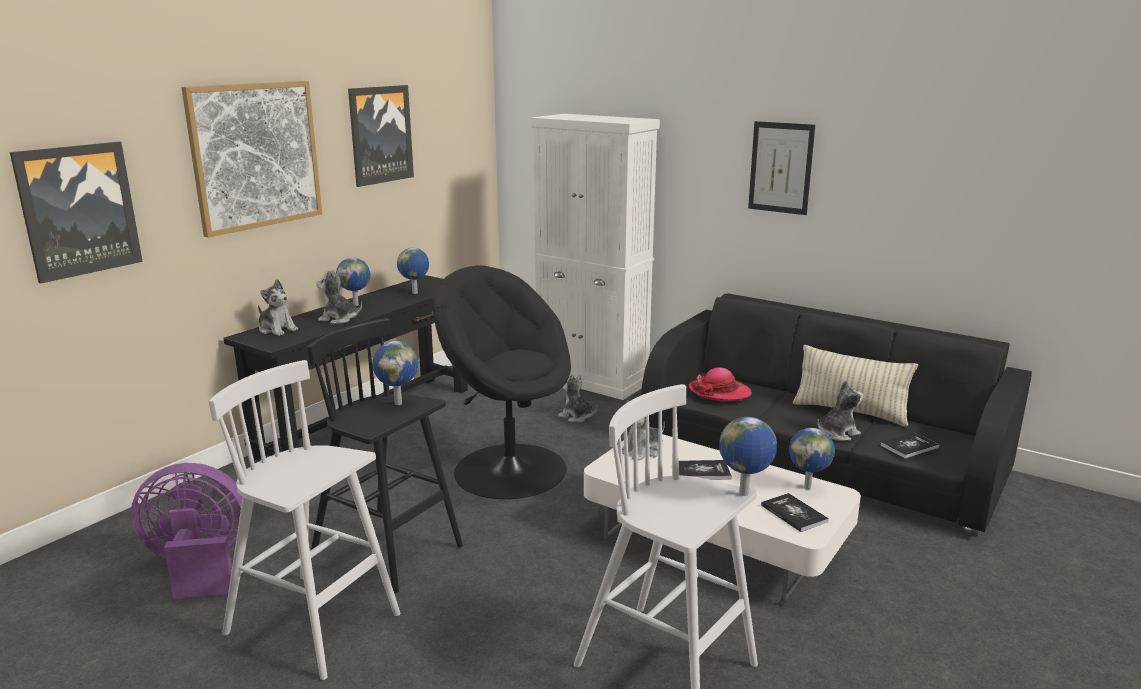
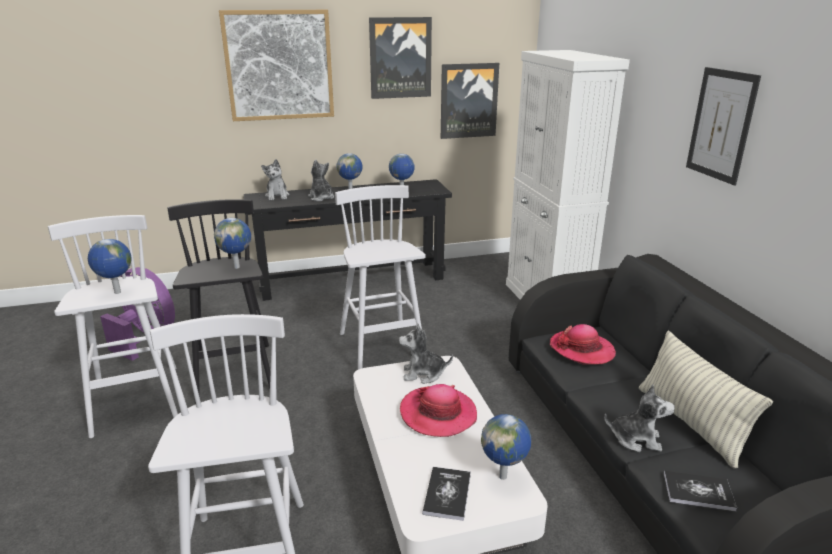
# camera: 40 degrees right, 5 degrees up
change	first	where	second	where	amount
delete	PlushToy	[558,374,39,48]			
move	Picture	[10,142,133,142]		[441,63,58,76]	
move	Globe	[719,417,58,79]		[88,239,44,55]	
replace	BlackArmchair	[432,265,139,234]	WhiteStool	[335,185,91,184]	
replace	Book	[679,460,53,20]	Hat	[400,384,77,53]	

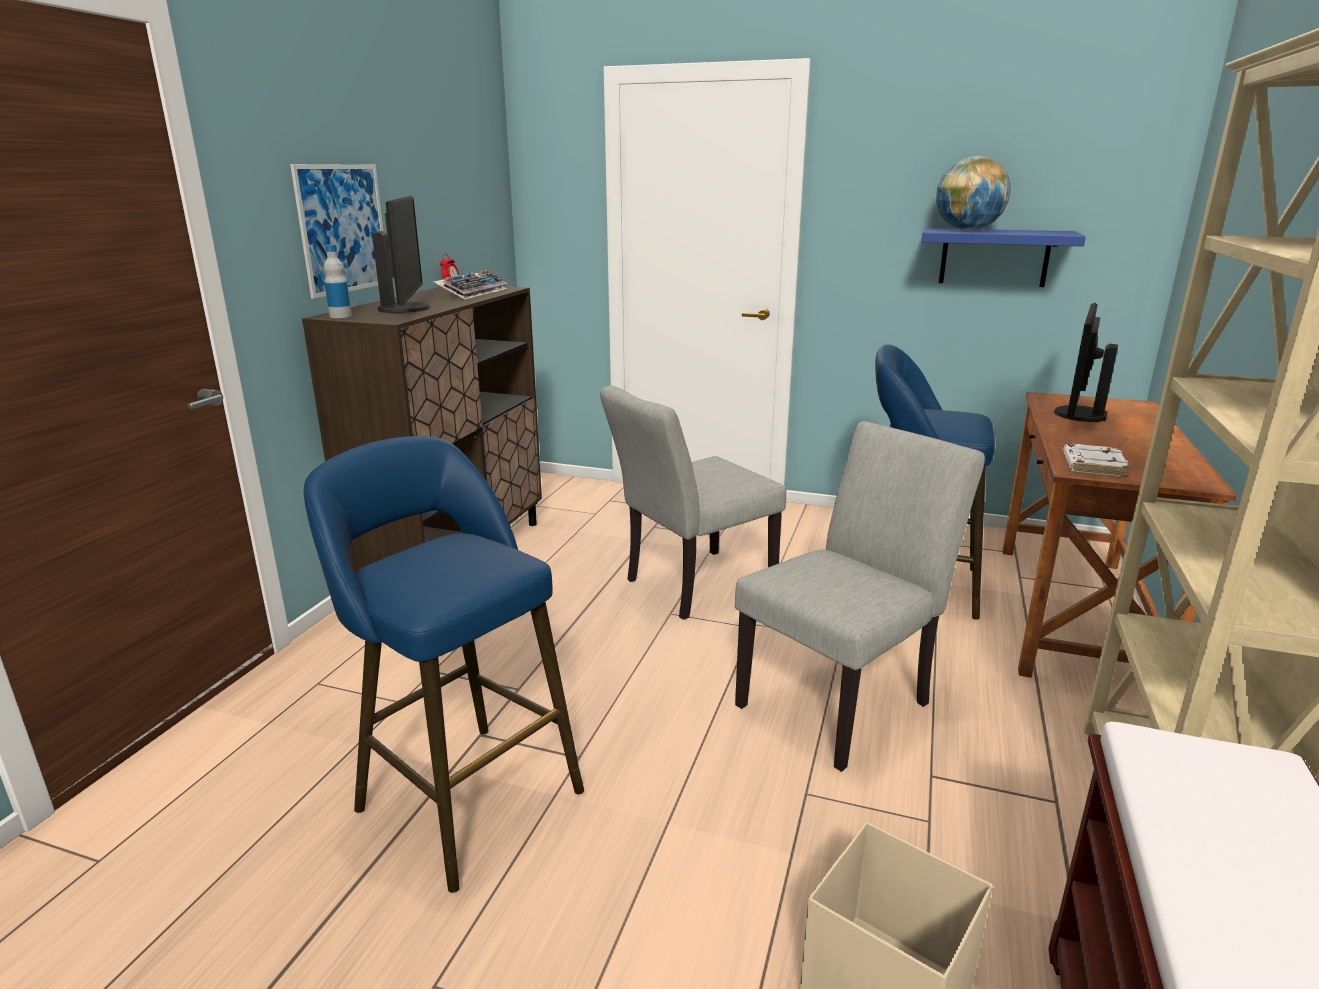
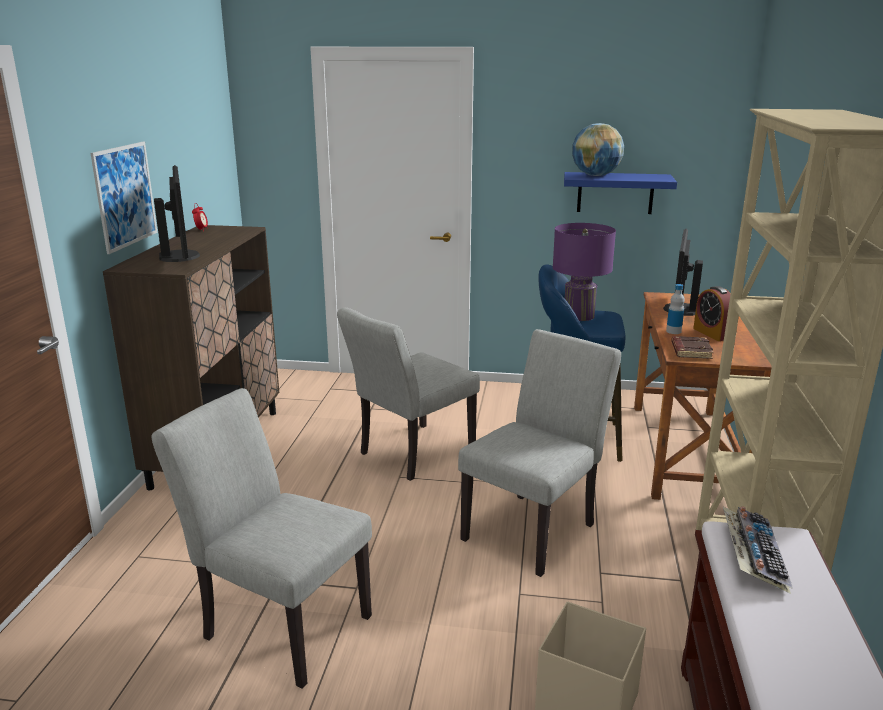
# camera: 10 degrees left, 0 degrees up
change	first	where	second	where	amount
insert			PurpleTableLamp	[553,223,63,98]	
insert			AlarmClock	[693,286,38,55]	
move	Bottle	[324,245,28,73]		[666,284,19,50]	
move	Keyboard	[433,270,74,29]		[723,506,70,88]	
replace	BlueStool	[304,436,280,457]	GreyChair	[152,388,220,301]	
recolor	WhiteBook	[1063,444,67,33]	BrownBook	[671,336,43,23]	

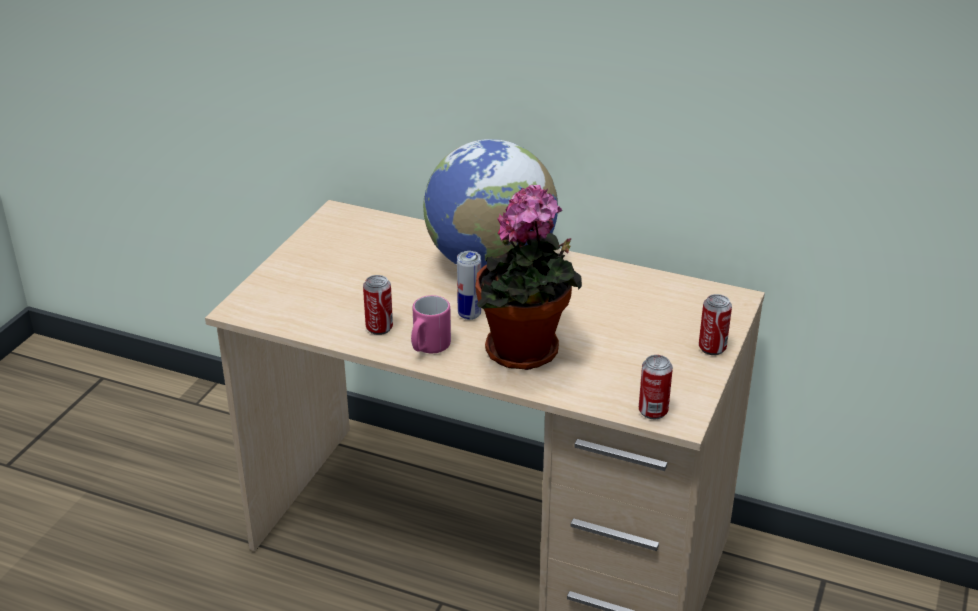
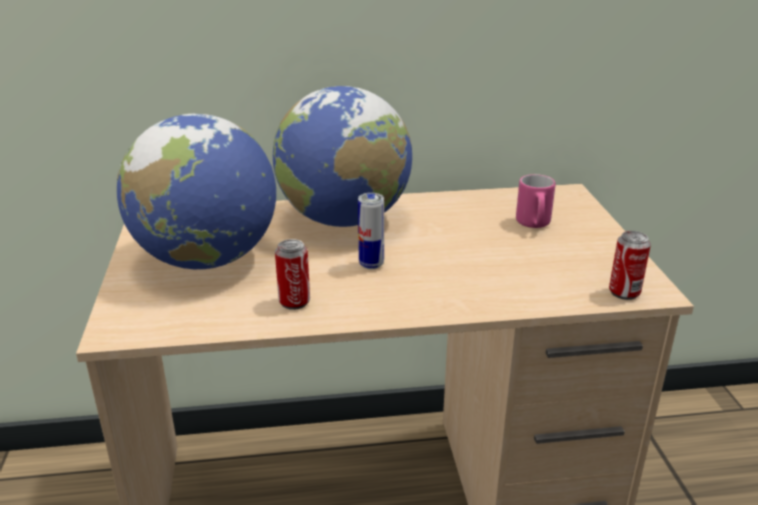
# camera: 30 degrees left, 5 degrees down
change	first	where	second	where	amount
delete	PottedPlant	[475,185,107,185]			
delete	Can	[699,294,33,61]			
insert			Globe	[117,114,159,155]	
move	PinkMug	[411,295,40,59]		[516,174,39,54]	

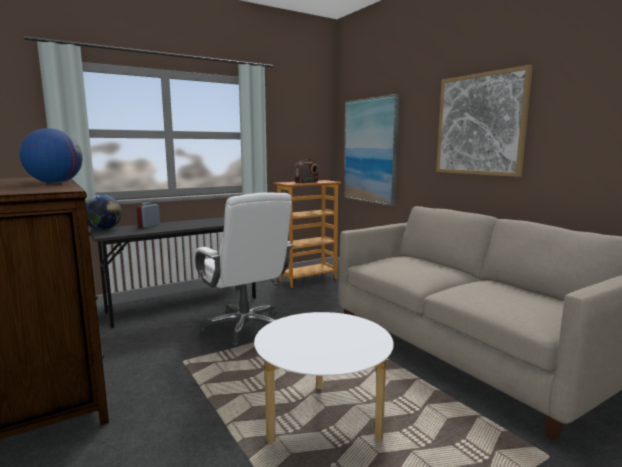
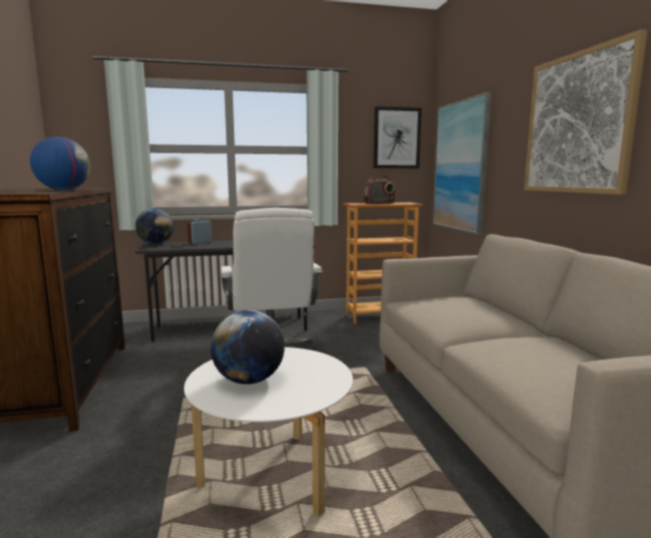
# camera: 20 degrees right, 0 degrees up
change	first	where	second	where	amount
insert			Globe	[211,310,74,74]	
insert			Picture	[373,107,49,61]	

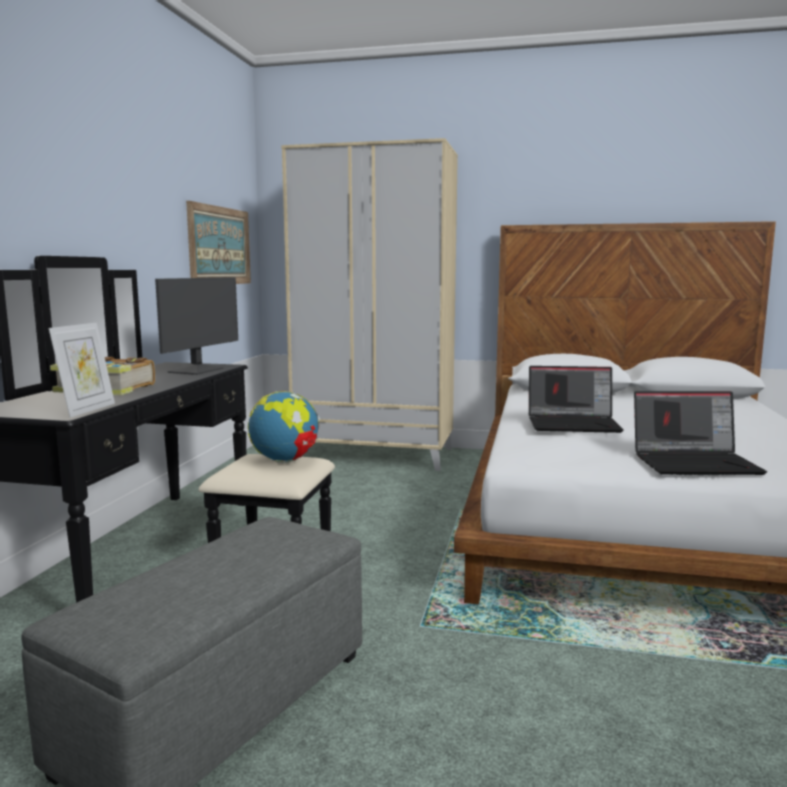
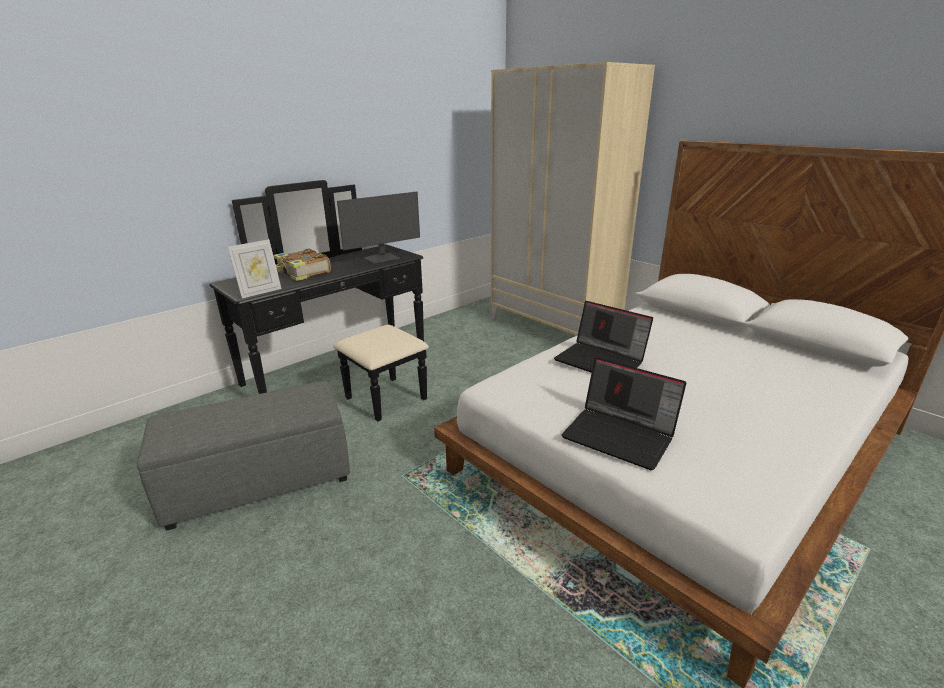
# camera: 35 degrees right, 15 degrees up
change	first	where	second	where	amount
delete	Picture	[186,201,65,83]			
delete	Globe	[248,391,72,72]			

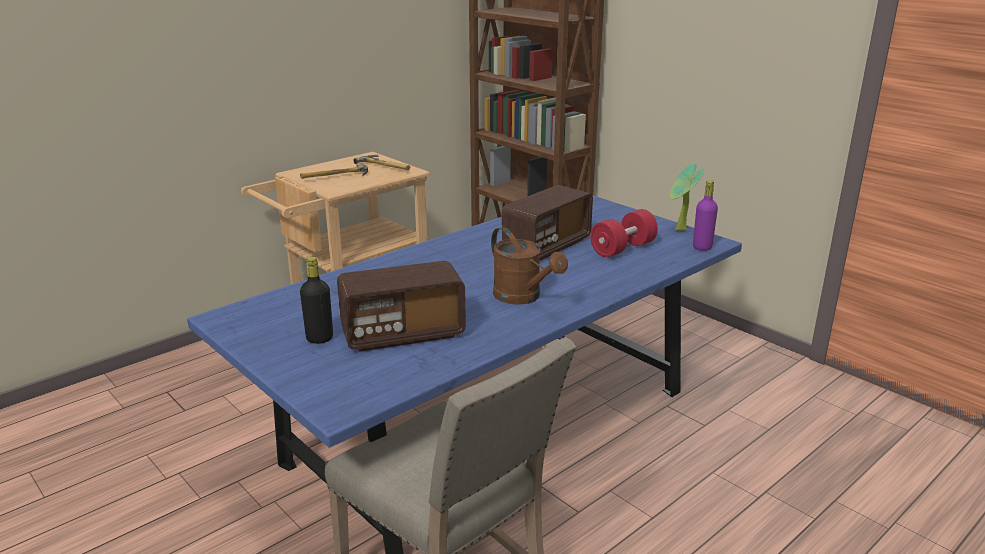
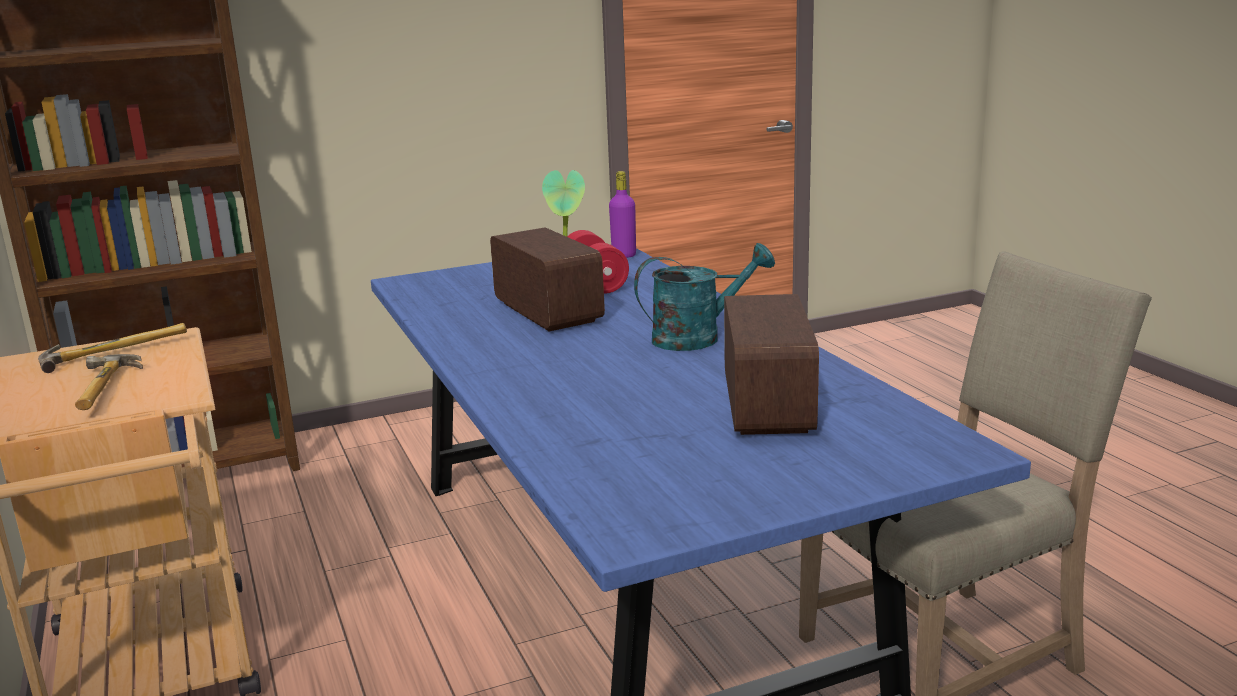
# camera: 70 degrees left, 5 degrees down
change	first	where	second	where	amount
delete	BlackBottle	[300,257,33,87]			
recolor	BrownWateringCan	[491,227,77,78]	TurquoiseWateringCan	[634,243,141,108]	

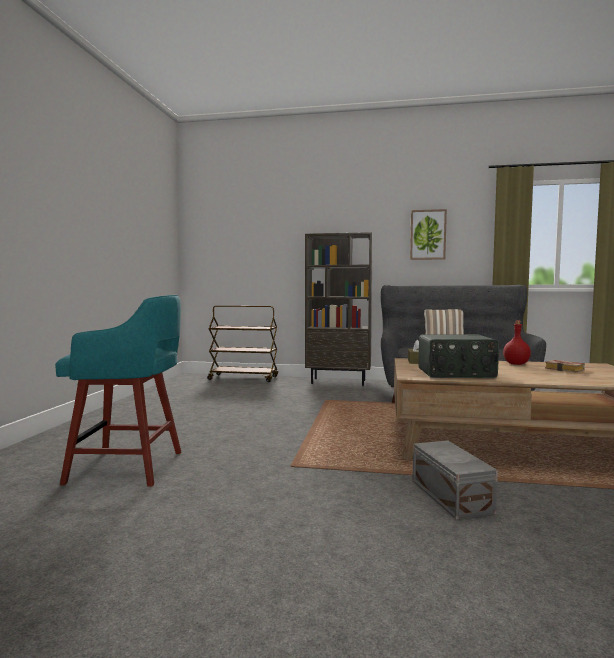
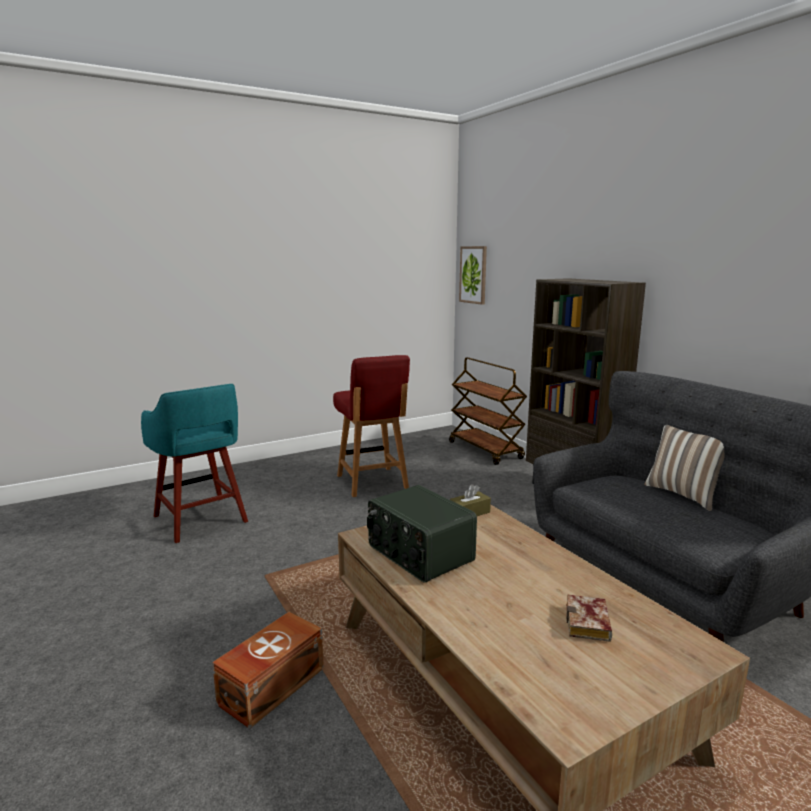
# camera: 50 degrees right, 10 degrees up
change	first	where	second	where	amount
delete	RedBottle	[503,320,28,45]			
insert			RedChair	[333,355,77,142]	
move	Picture	[410,209,37,51]		[459,246,28,59]	
recolor	GreyStorageBox	[413,441,85,78]	BrownStorageBox	[212,612,112,117]	

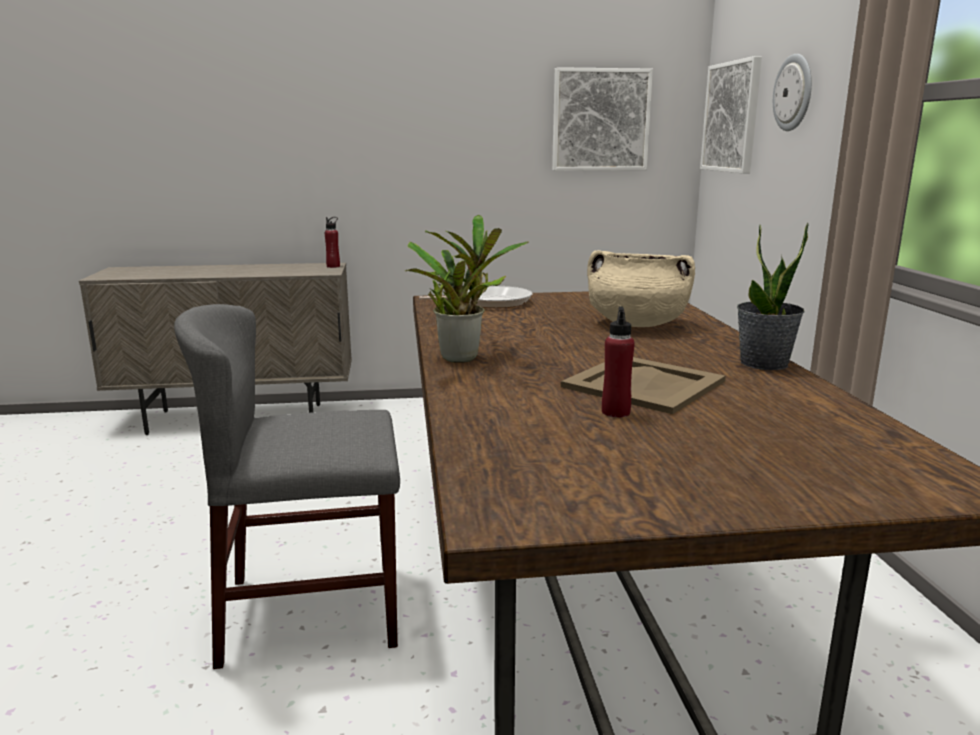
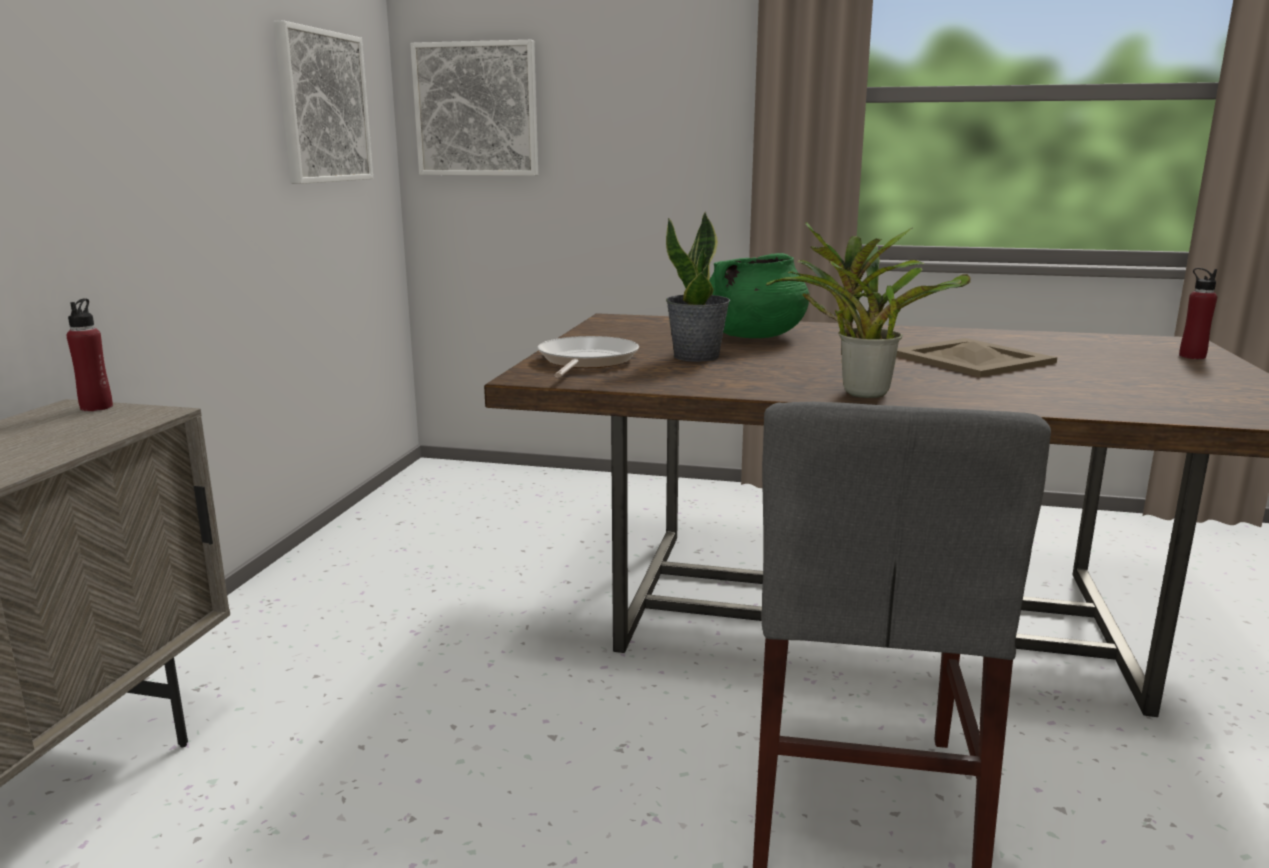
# camera: 70 degrees left, 0 degrees up
change	first	where	second	where	amount
delete	WallClock	[773,54,39,77]			
move	RedBottle	[602,306,33,111]		[1179,268,38,91]	
move	PottedPlant	[737,223,72,147]		[666,211,65,151]	
recolor	BeigeCookingPot	[587,250,108,77]	GreenCookingPot	[709,253,100,85]	

